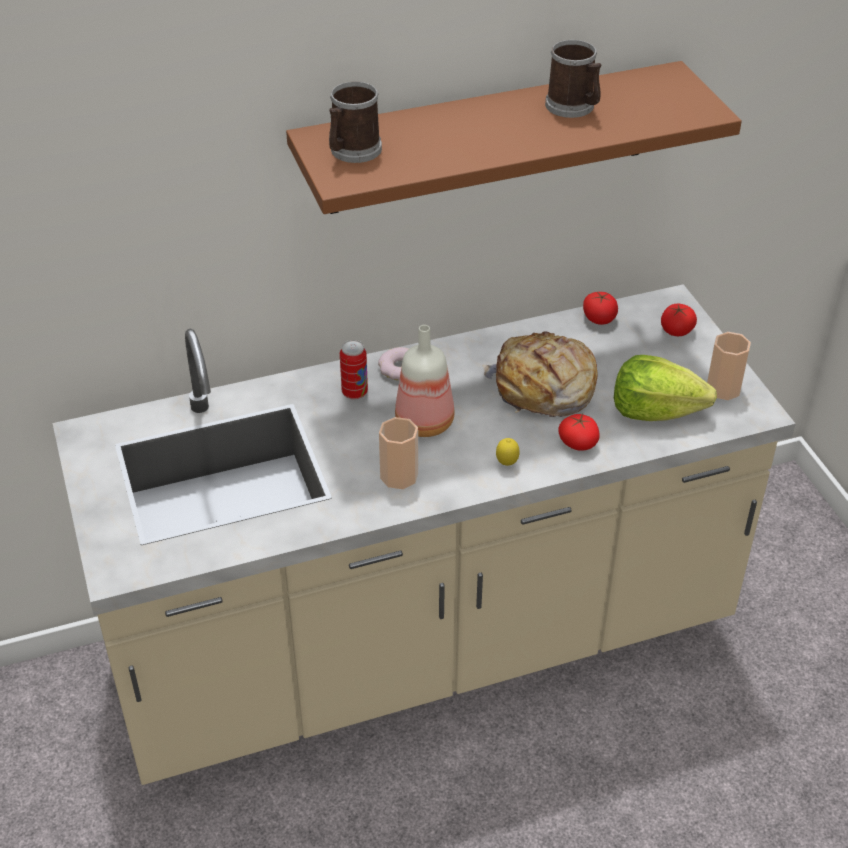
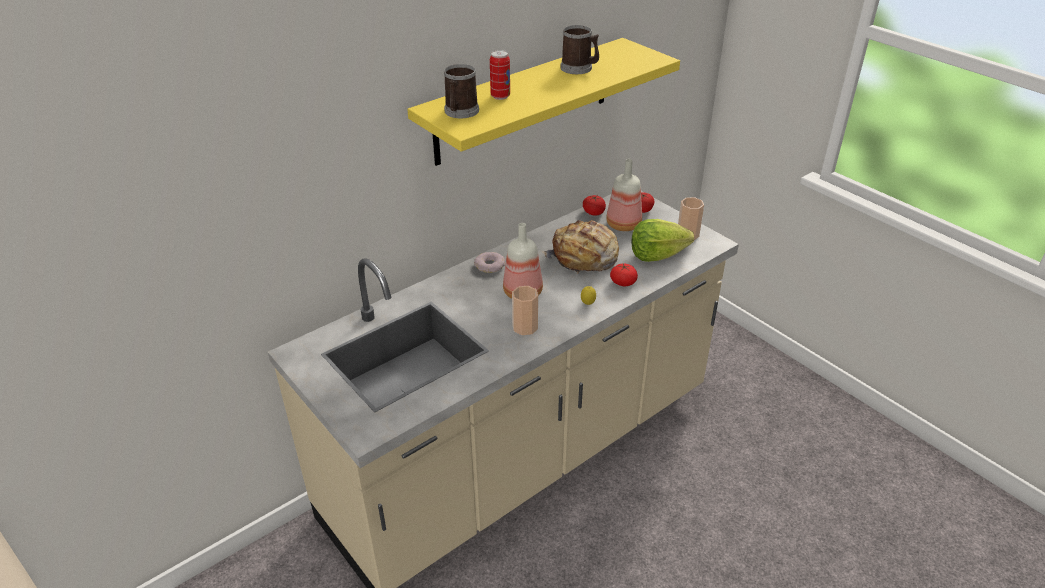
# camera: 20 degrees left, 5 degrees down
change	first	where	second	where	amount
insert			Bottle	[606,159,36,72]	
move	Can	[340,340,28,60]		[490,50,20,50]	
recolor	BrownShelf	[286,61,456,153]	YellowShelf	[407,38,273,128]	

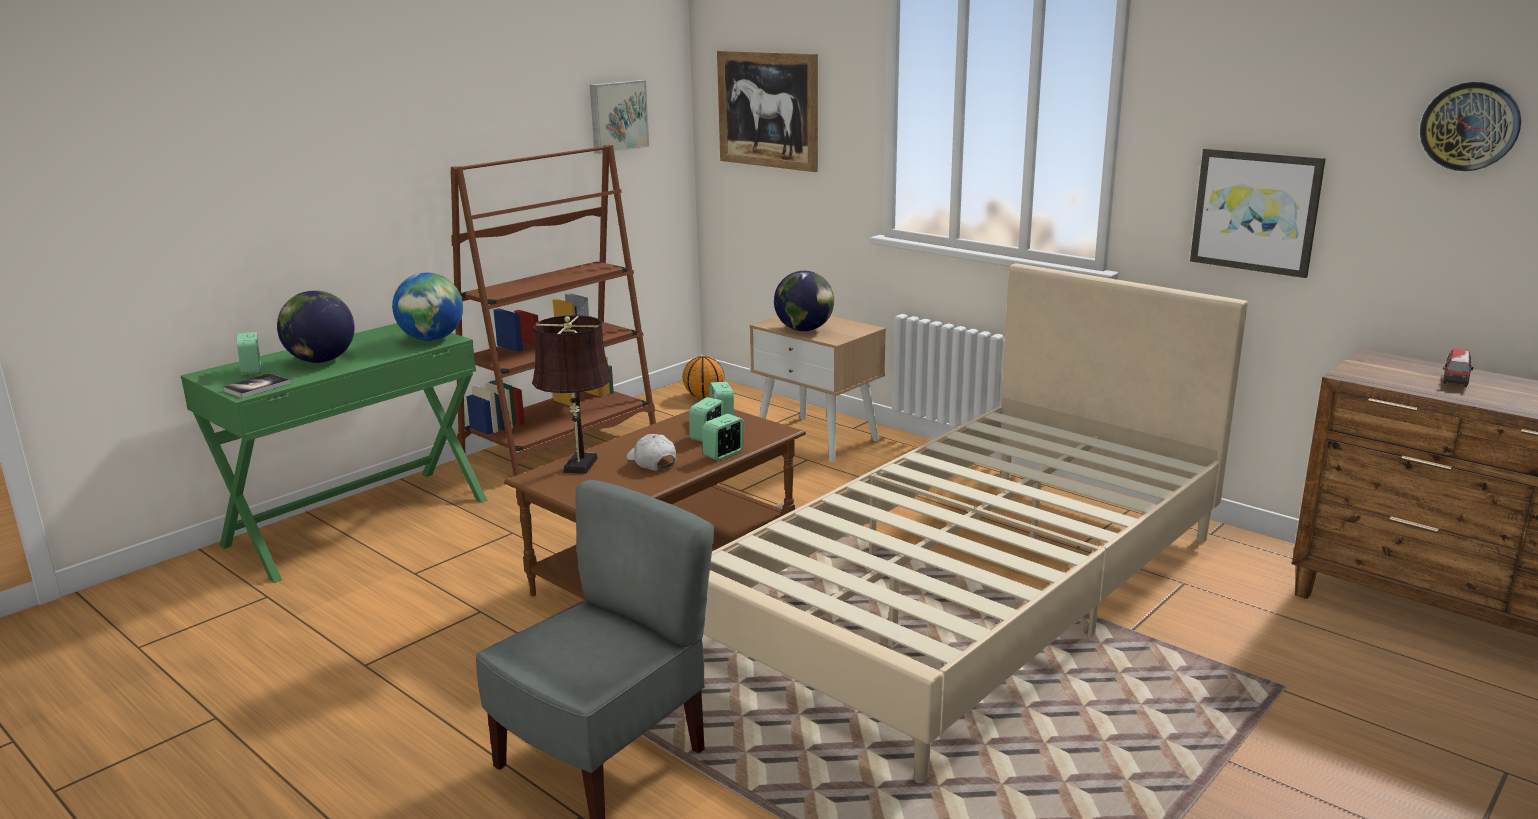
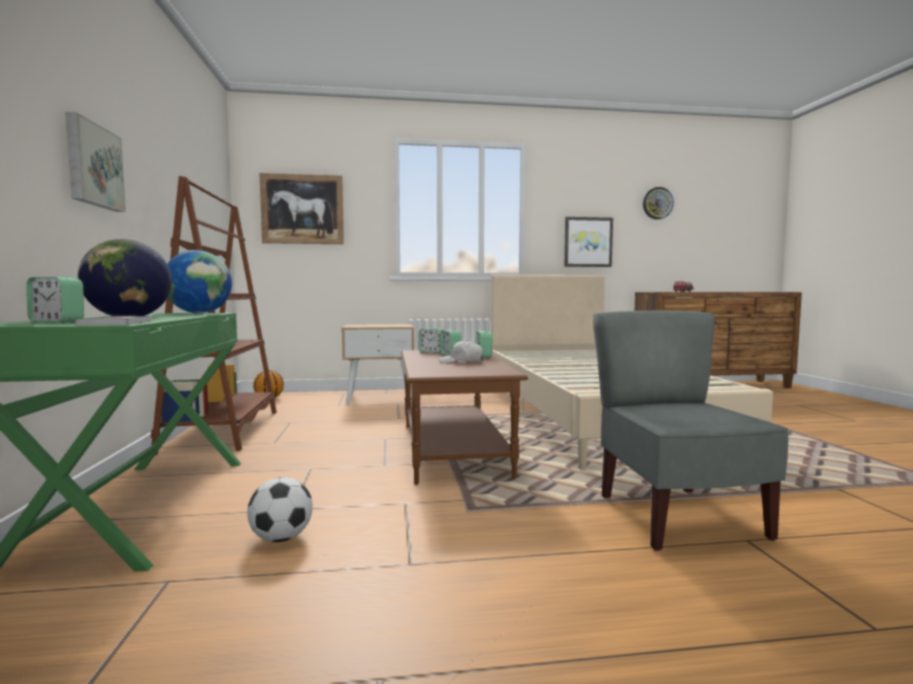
# camera: 50 degrees left, 15 degrees down
change	first	where	second	where	amount
delete	BrownTableLamp	[532,315,80,159]			
delete	Globe	[774,271,60,60]			
insert			Football	[247,477,66,65]	
move	Picture	[590,80,59,74]		[66,112,60,100]	

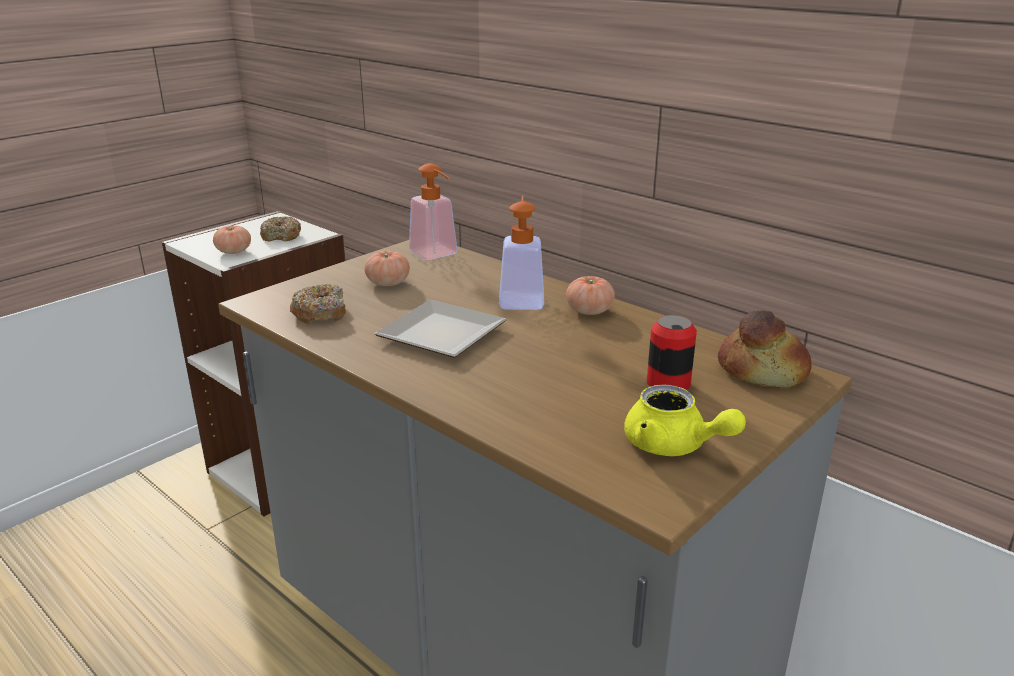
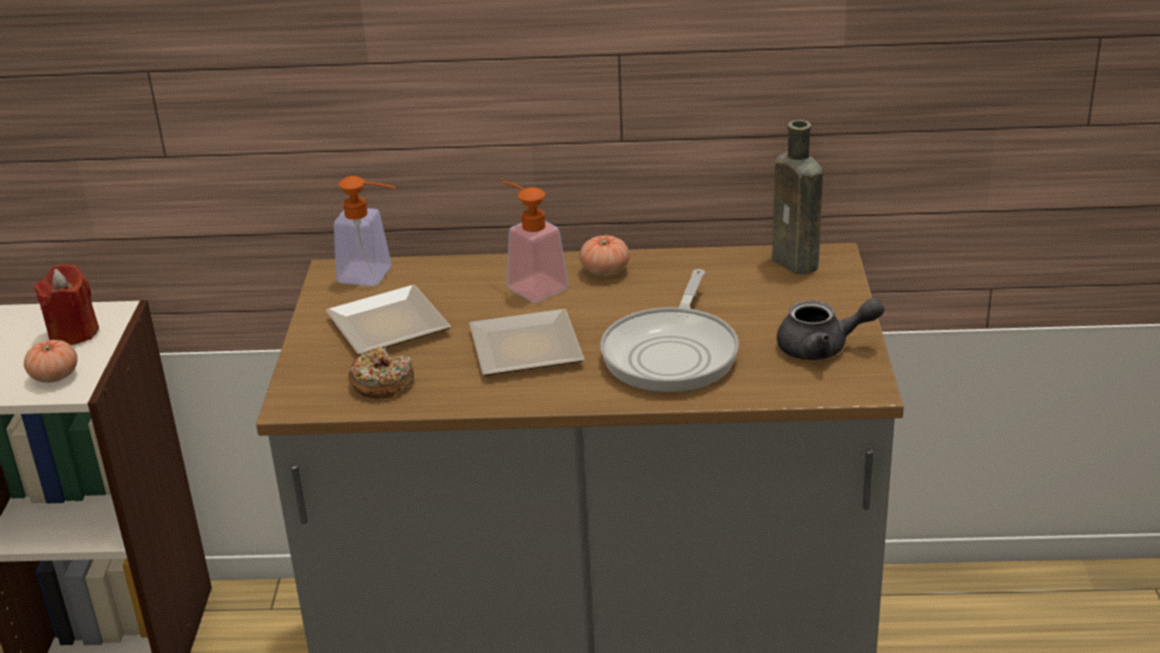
# camera: 40 degrees left, 5 degrees up
change	first	where	second	where	amount
delete	Can	[647,315,50,75]			
insert			FryingPan	[600,269,139,124]	
replace	Donut	[260,216,41,25]	RedCandle	[34,264,65,81]	
replace	Tomato	[364,251,46,35]	Plate	[326,285,125,70]	
replace	Bread	[718,310,94,77]	BrownBottle	[772,120,51,154]	
recolor	YellowTeapot	[624,384,122,72]	GreyTeapot	[777,298,107,62]	

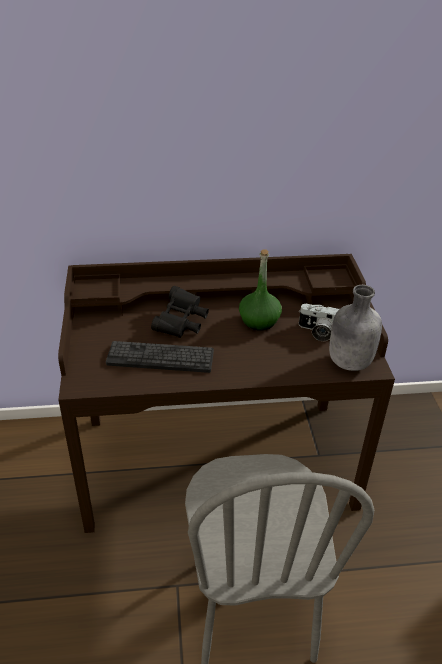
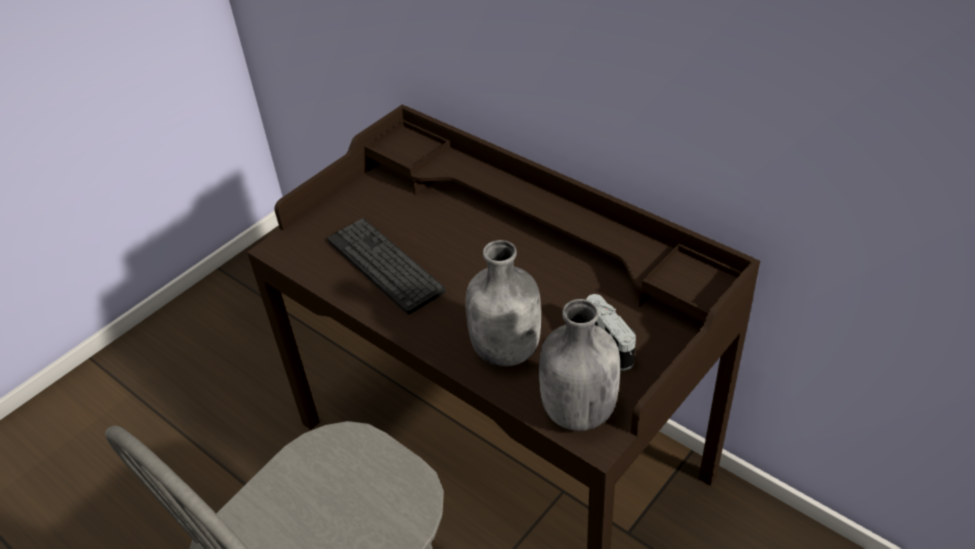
# camera: 50 degrees right, 5 degrees up
change	first	where	second	where	amount
delete	BlackBinoculars	[151,286,58,52]			
delete	GreenBottle	[239,249,43,82]			
insert			GreyBottle	[466,240,75,127]	

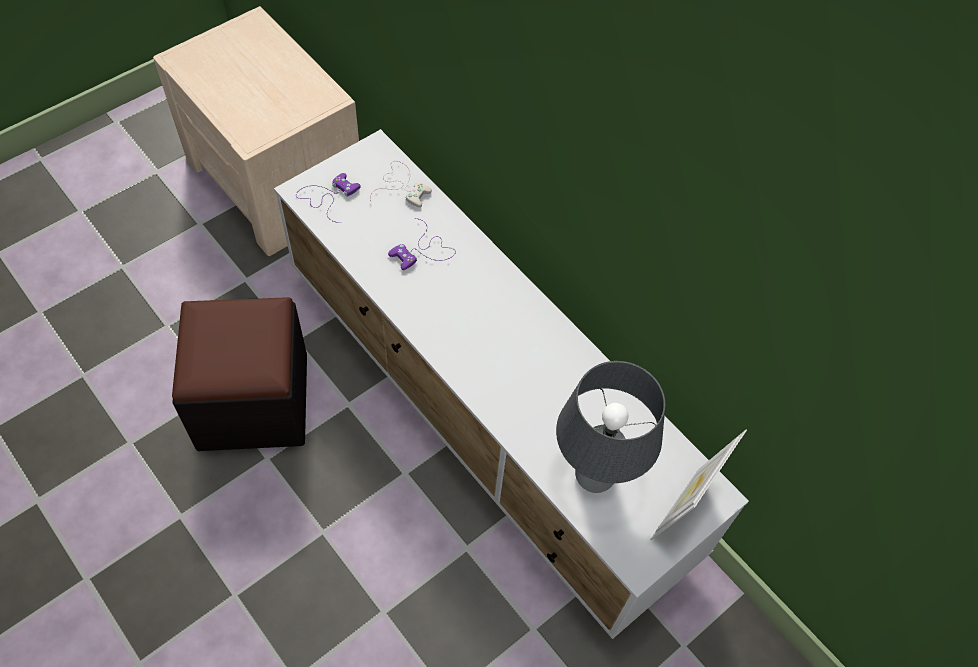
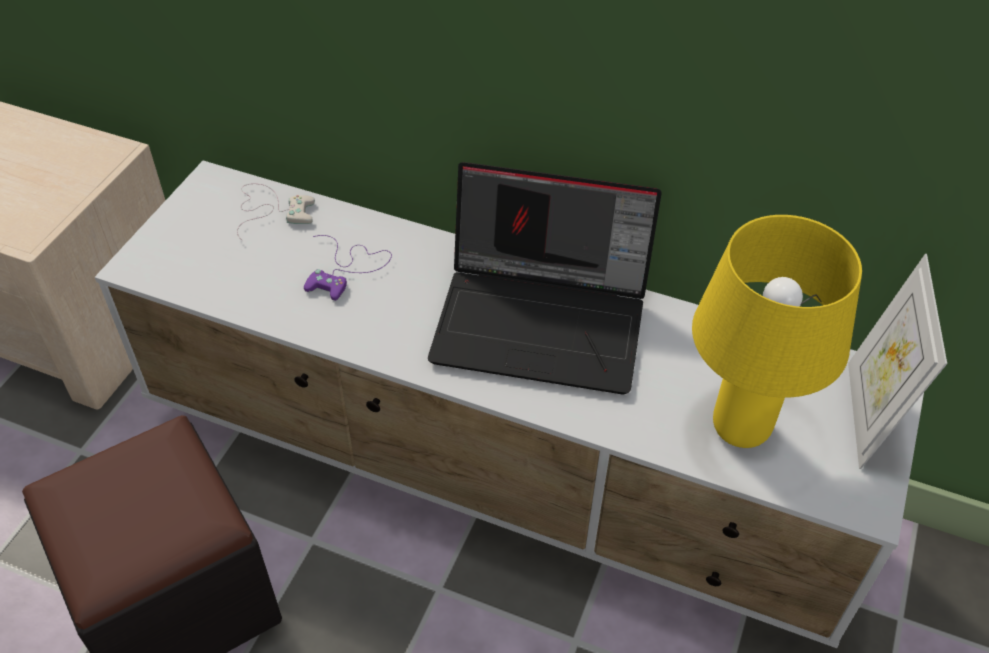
# camera: 25 degrees left, 10 degrees down
change	first	where	second	where	amount
delete	PurpleGameController	[296,173,65,50]			
insert			Laptop	[428,162,234,233]	
recolor	GreyTableLamp	[556,361,109,132]	YellowTableLamp	[692,215,170,233]	

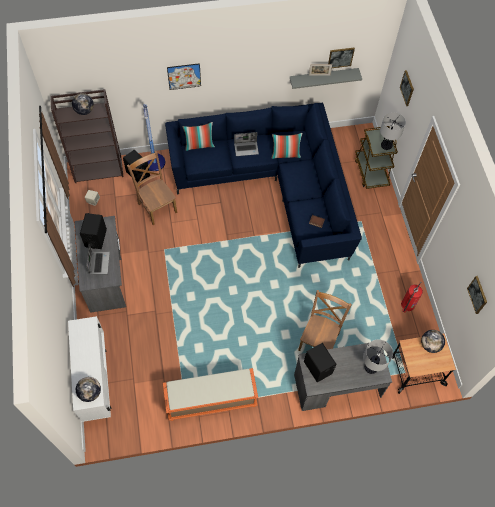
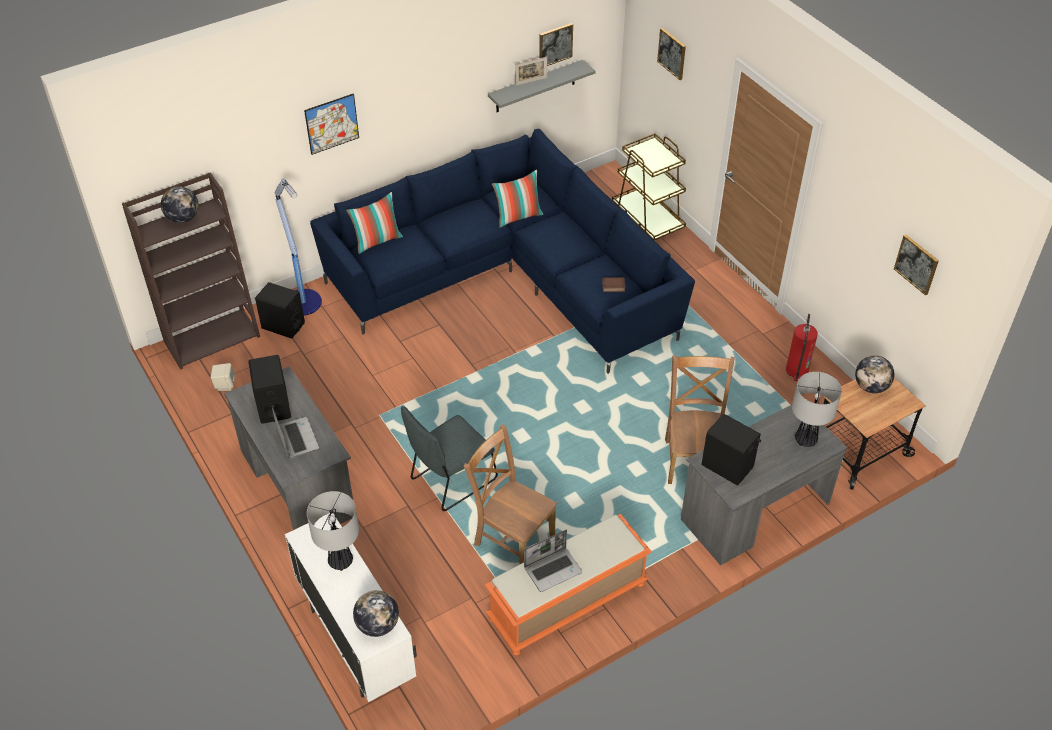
# camera: 20 degrees left, 15 degrees down
change	first	where	second	where	amount
insert			GreyChair	[401,406,97,105]	
move	BrownChair	[127,151,50,74]		[464,424,93,140]	
move	Laptop	[234,132,25,24]		[524,530,58,62]	
move	TableLamp	[380,112,26,38]		[307,491,52,80]	

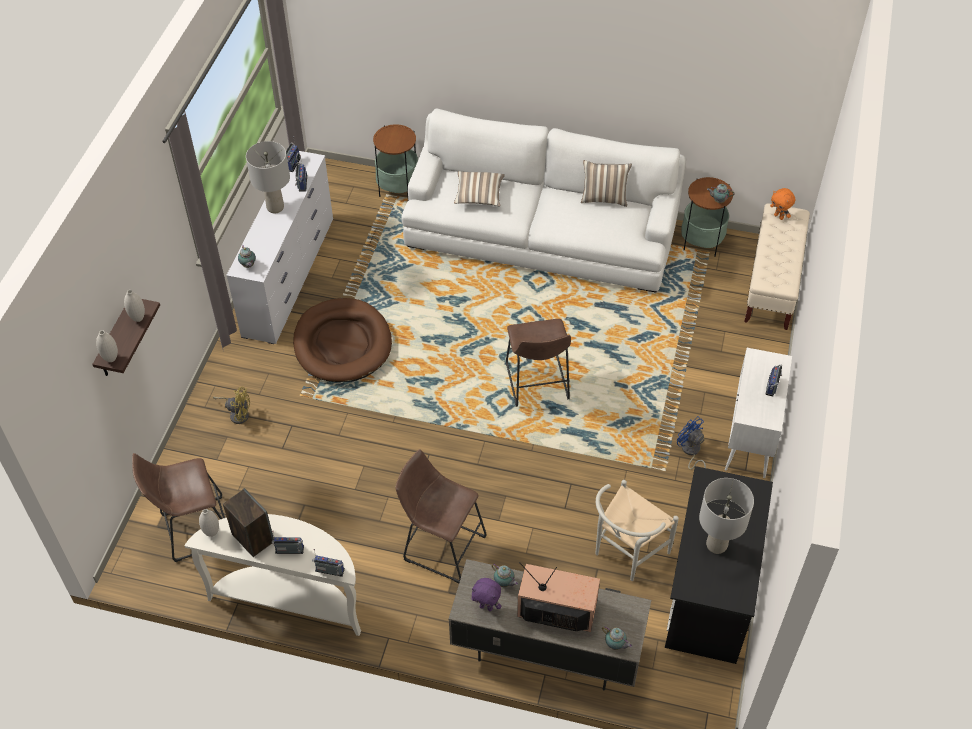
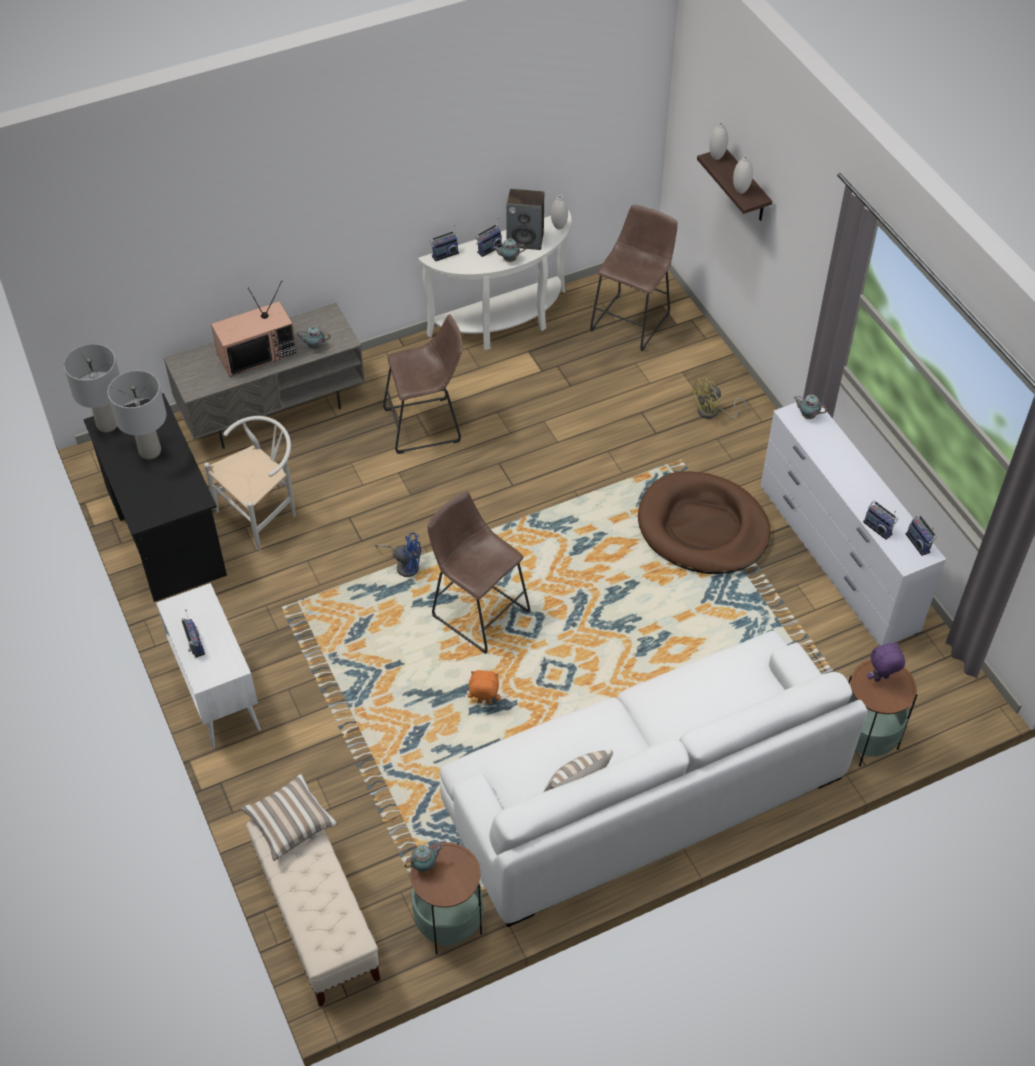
# camera: 140 degrees right, 0 degrees up
change	first	where	second	where	amount
move	GreyTableLamp	[246,141,44,72]		[64,344,56,88]	
move	Pillow	[454,171,51,36]		[240,773,98,88]	
move	PurplePlushToy	[471,578,30,33]		[867,642,38,40]	
move	Teapot	[602,626,30,24]		[493,238,33,24]	
move	BlueFan	[677,416,29,53]		[375,532,46,45]	
move	OrangePlushToy	[770,188,25,32]		[468,670,33,34]	
rotate	WhiteChair	[595,480,84,101]		[204,416,92,135]	45 degrees clockwise

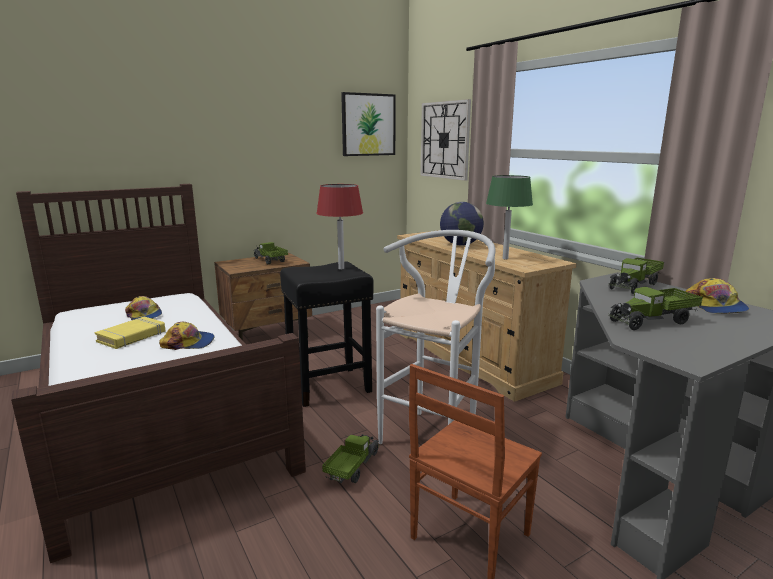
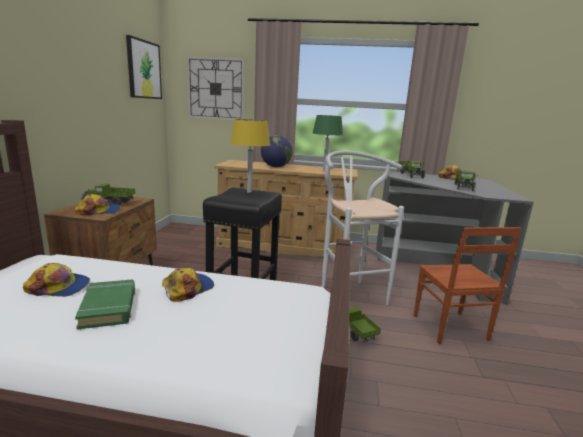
# camera: 50 degrees left, 0 degrees up
change	first	where	second	where	amount
insert			Cap	[75,194,45,21]	
recolor	YellowBook	[94,316,72,33]	GreenBook	[75,280,60,49]	
recolor	RedTableLamp	[316,184,47,86]	YellowTableLamp	[230,119,40,74]	

